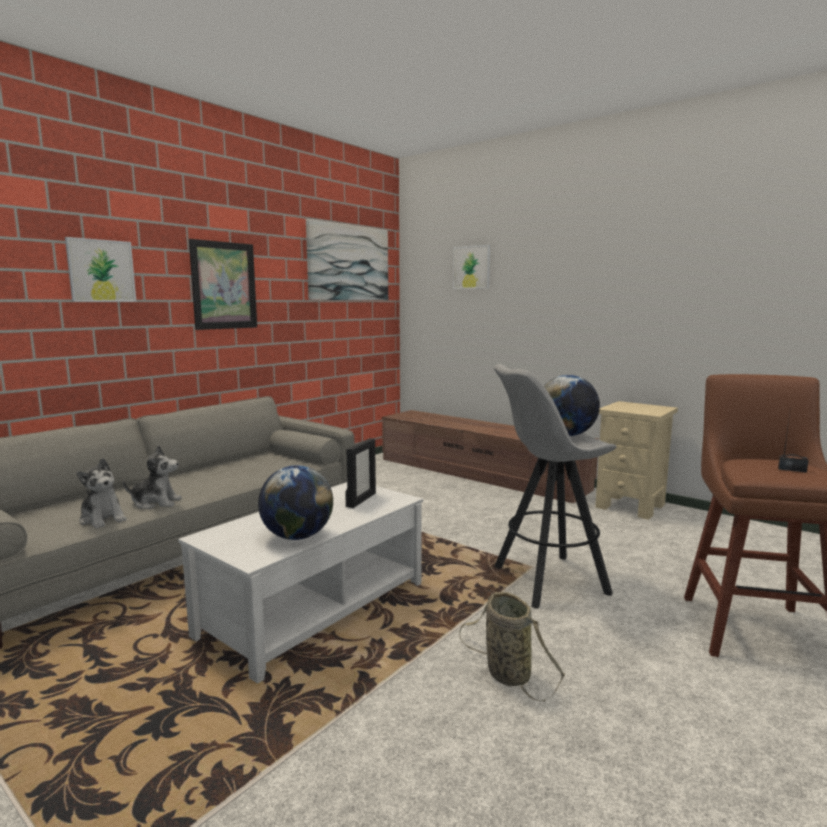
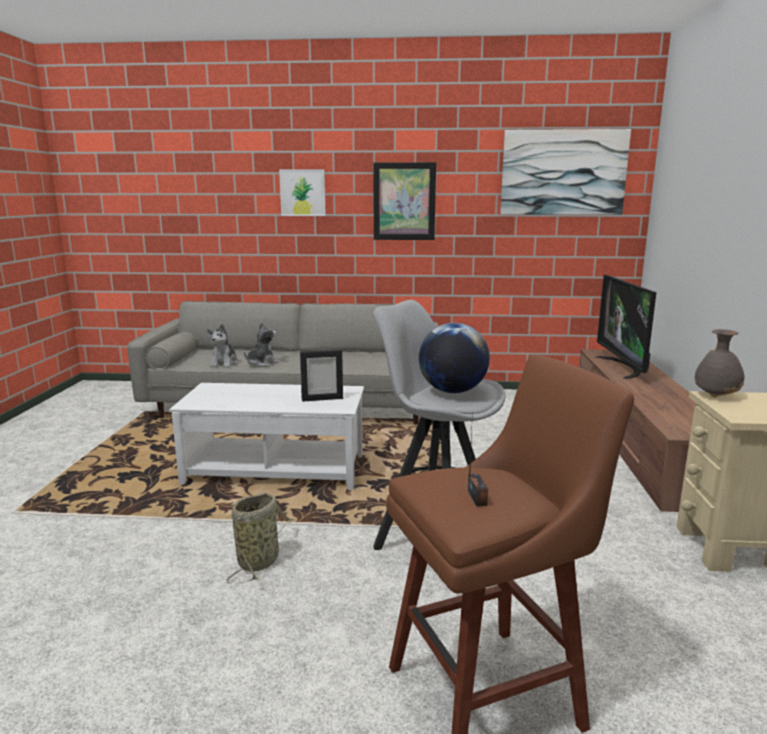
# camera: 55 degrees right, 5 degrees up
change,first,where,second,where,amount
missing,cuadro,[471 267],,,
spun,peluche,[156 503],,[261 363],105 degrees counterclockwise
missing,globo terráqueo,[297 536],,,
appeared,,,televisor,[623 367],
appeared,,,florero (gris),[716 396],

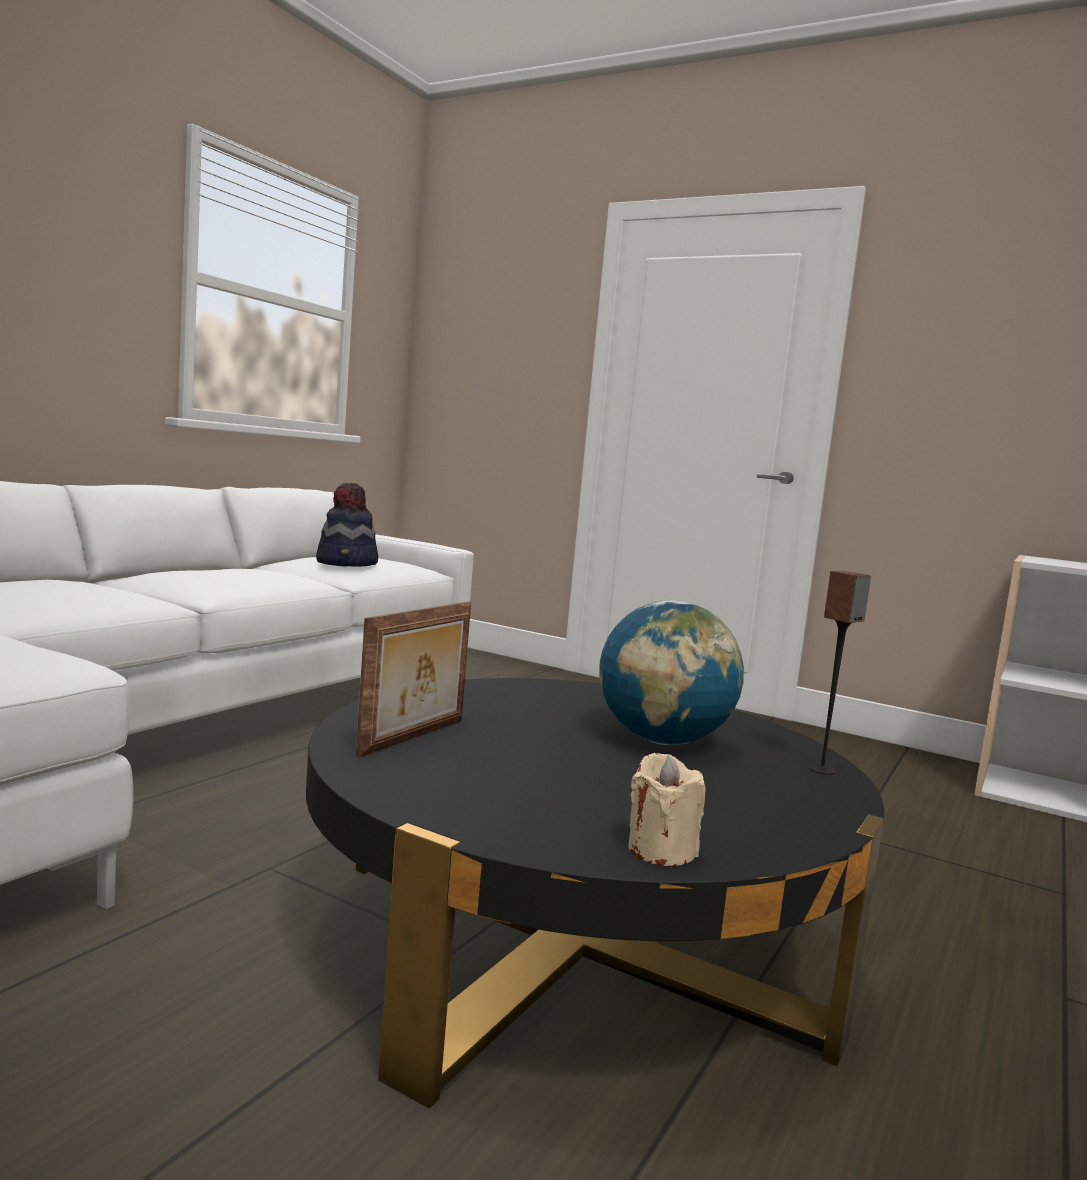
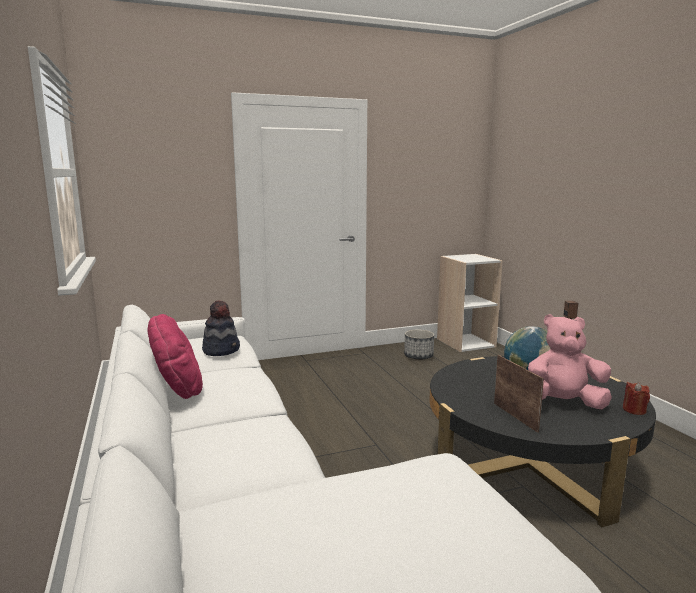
# camera: 50 degrees left, 5 degrees up
change,first,where,second,where,amount
colour,vela (beis),[661 851],vela (rojo),[634 410],
appeared,,,cojín (rosa),[178 393],
appeared,,,peluche (rosa),[562 403],
appeared,,,maceta,[418 356],

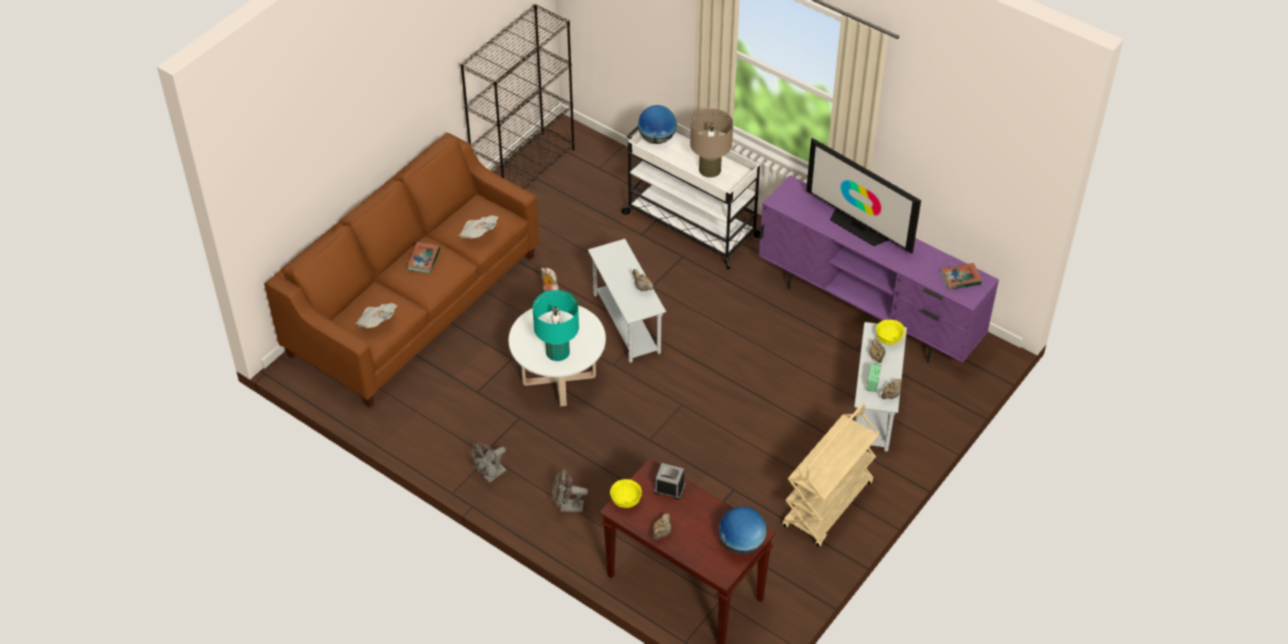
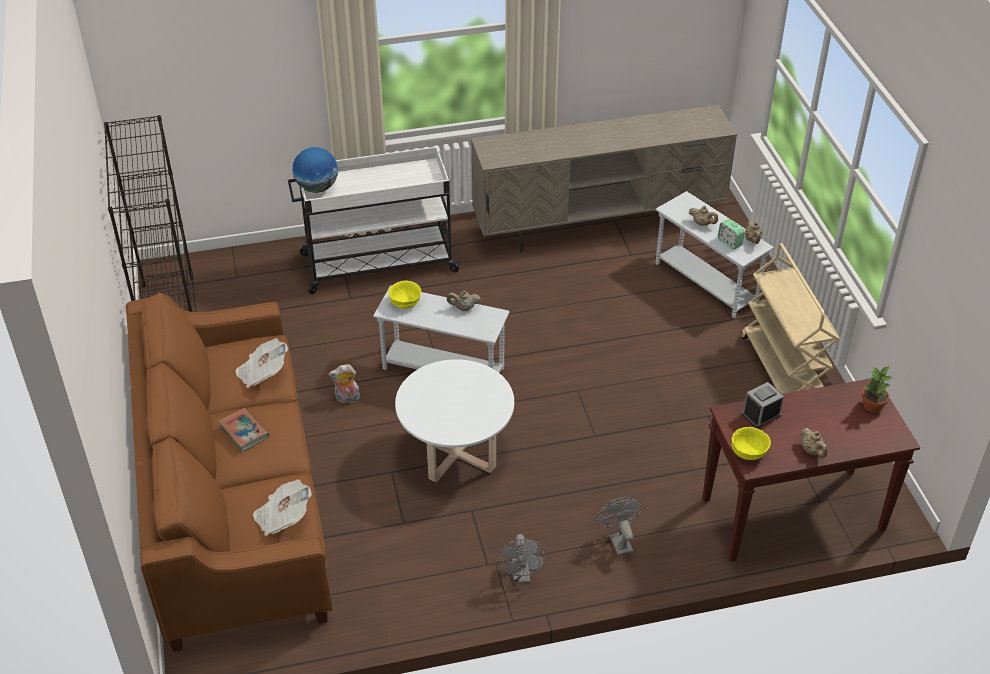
# camera: 50 degrees left, 5 degrees down
change,first,where,second,where,amount
missing,lámpara de mesa (beis),[710 169],,,
missing,televisor,[859 227],,,
colour,mueble de televisión (morado),[869 312],mueble de televisión (beis),[599 225],
missing,libro,[960 278],,,
missing,lámpara de mesa (turquesa),[557 352],,,
relocated,cuenco (amarillo),[889 339],,[405 303],
spun,ventilador (gris),[567 507],,[618 541],120 degrees clockwise
exchanged,globo terráqueo,[741 544],planta en maceta,[872 406],

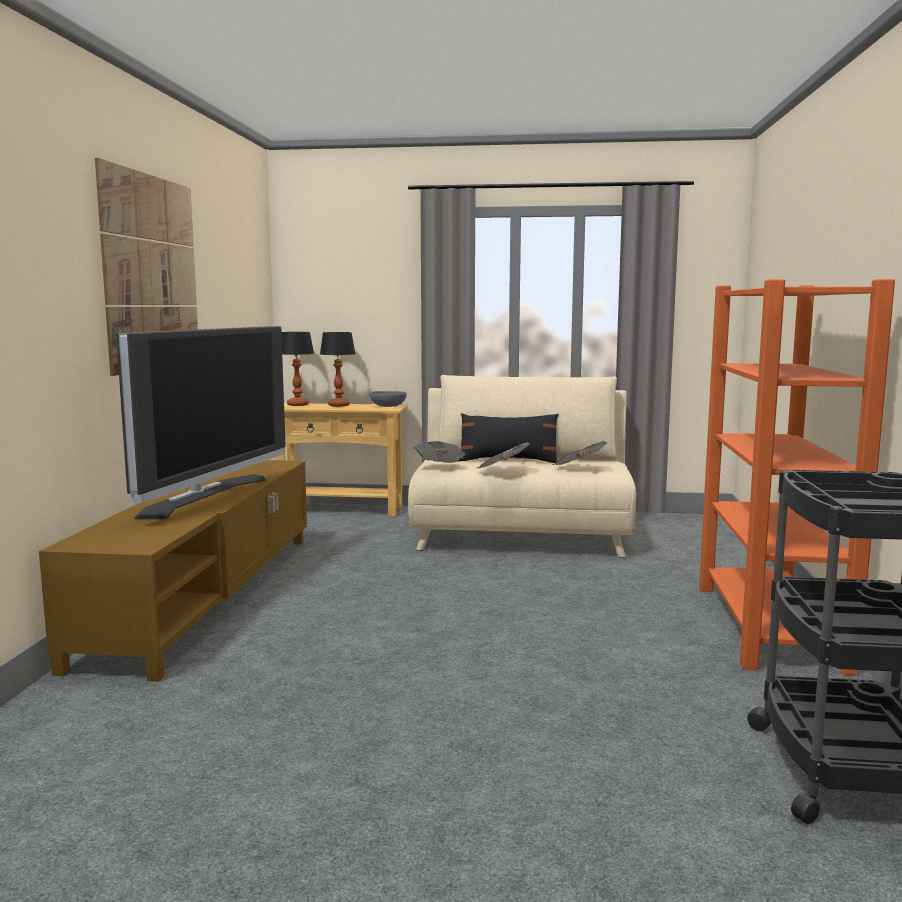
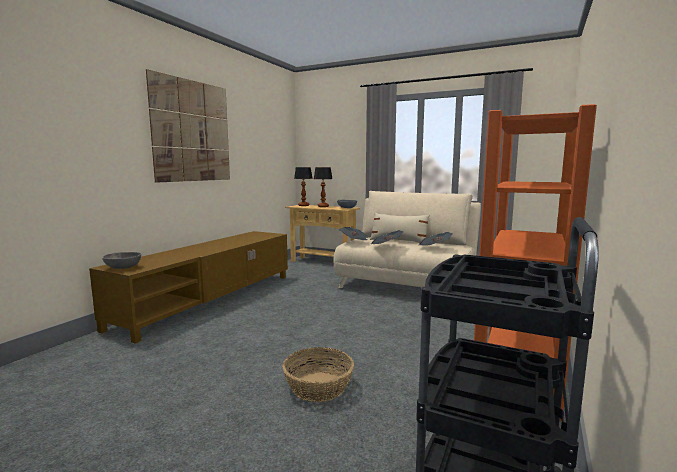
# camera: 20 degrees right, 0 degrees up
change,first,where,second,where,amount
missing,televisor,[206 496],,,
colour,cojín (negro),[508 461],cojín (beis),[398 241],
appeared,,,cuenco (gris),[123 268],
appeared,,,cesta,[319 387],

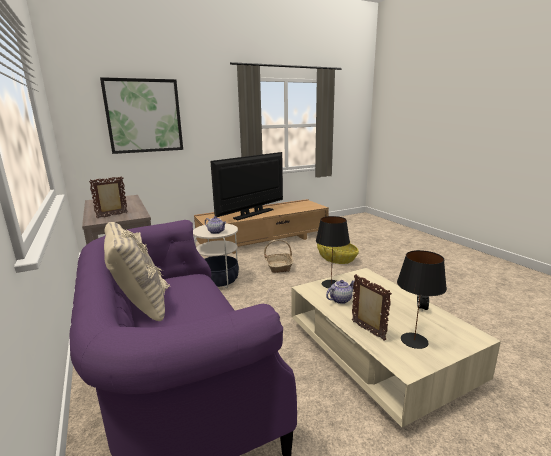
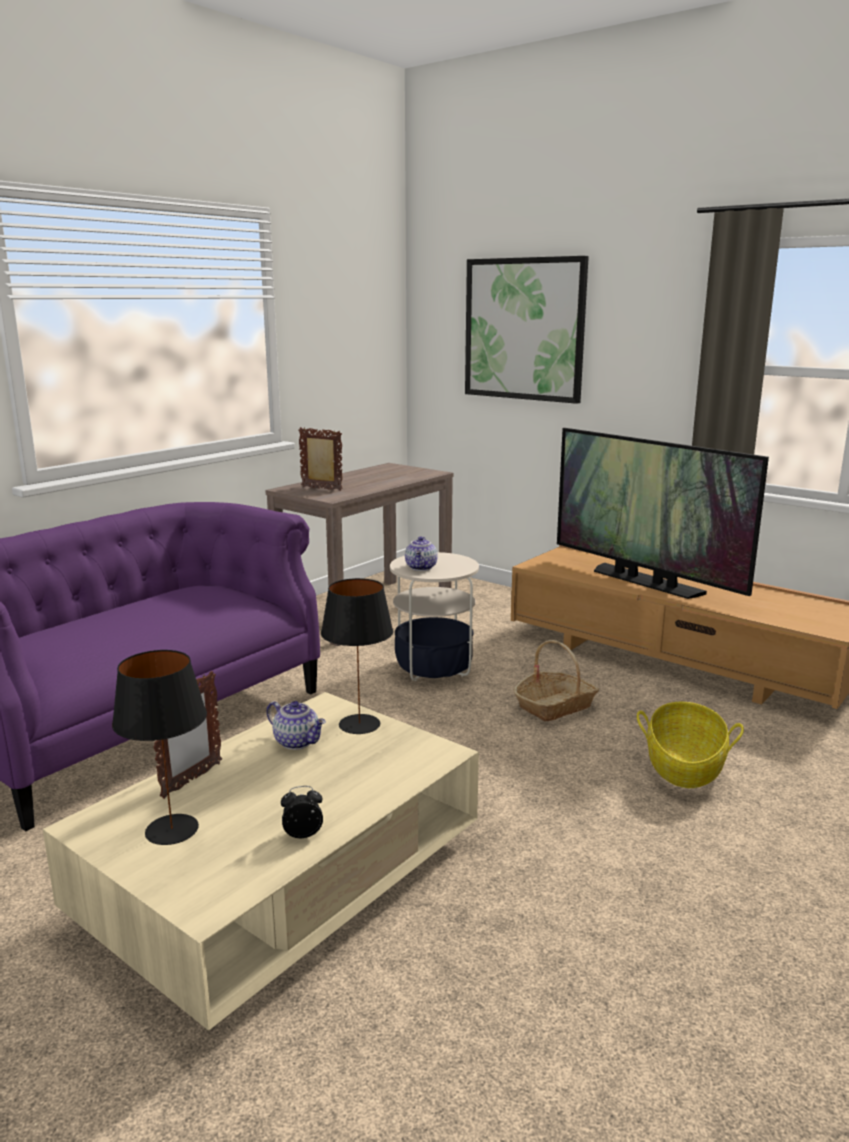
# camera: 65 degrees right, 0 degrees up
change,first,where,second,where,amount
spun,televisor,[253 214],,[645 582],150 degrees counterclockwise
missing,cojín (beis),[142 304],,,

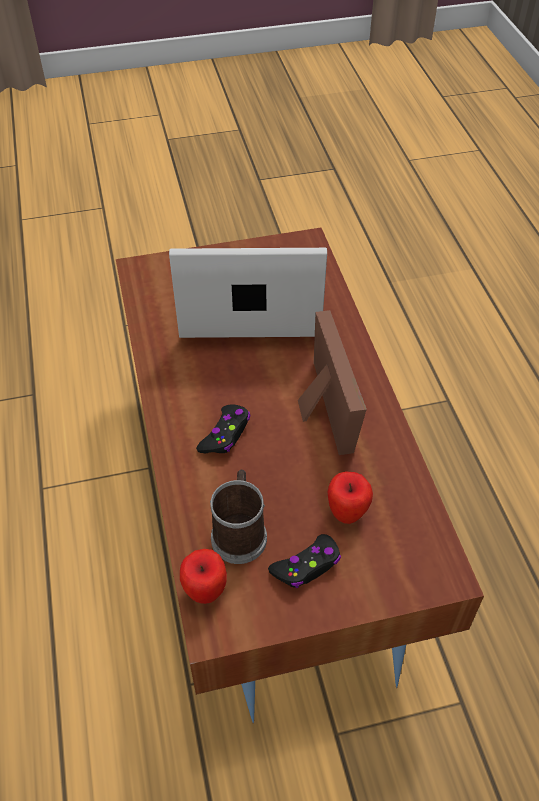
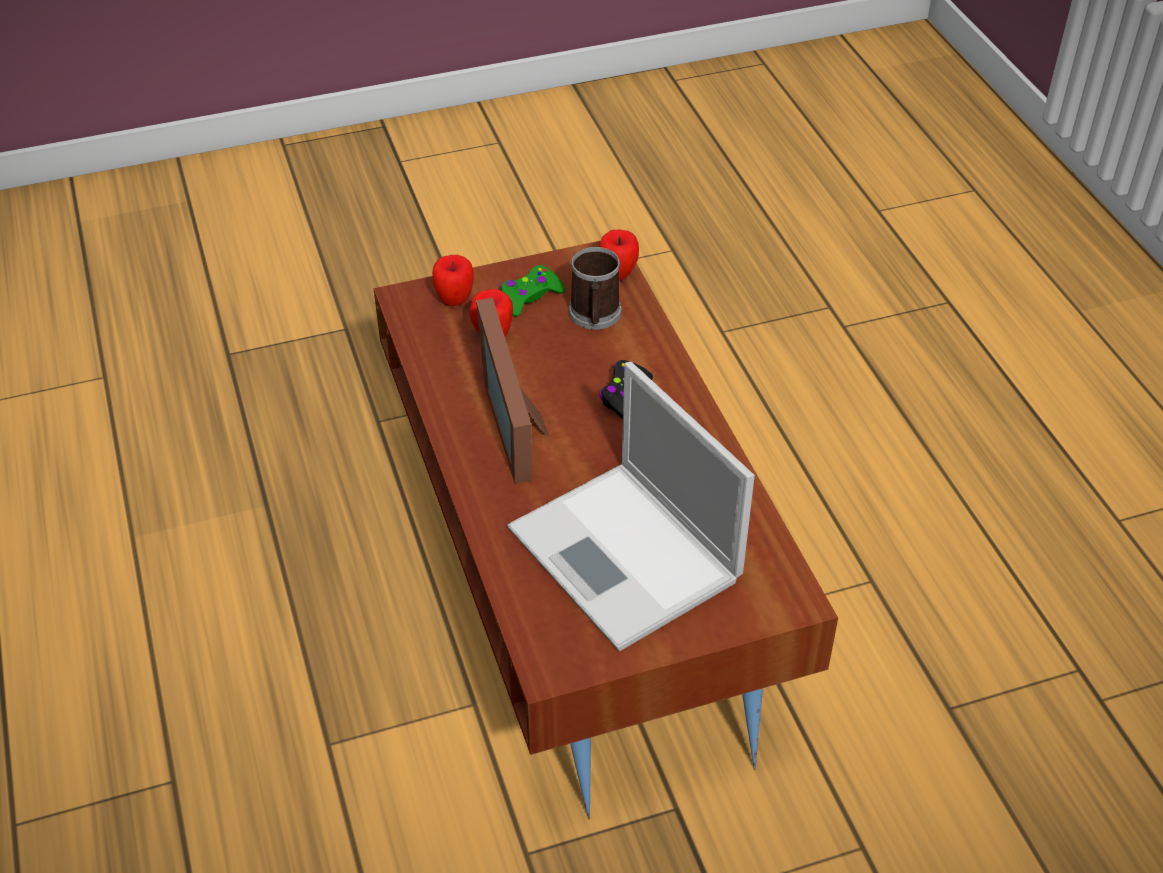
# camera: 175 degrees right, 5 degrees down
change,first,where,second,where,amount
spun,portátil,[247 302],,[627 556],60 degrees clockwise
colour,mando de consola (negro),[307 566],mando de consola (verde),[530 297],
appeared,,,manzana,[454 301],

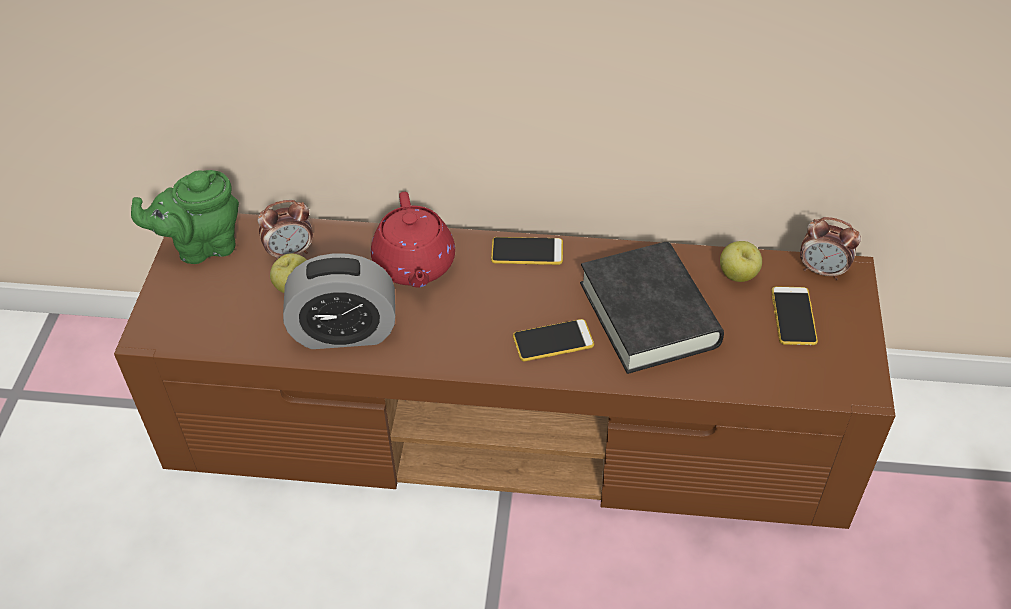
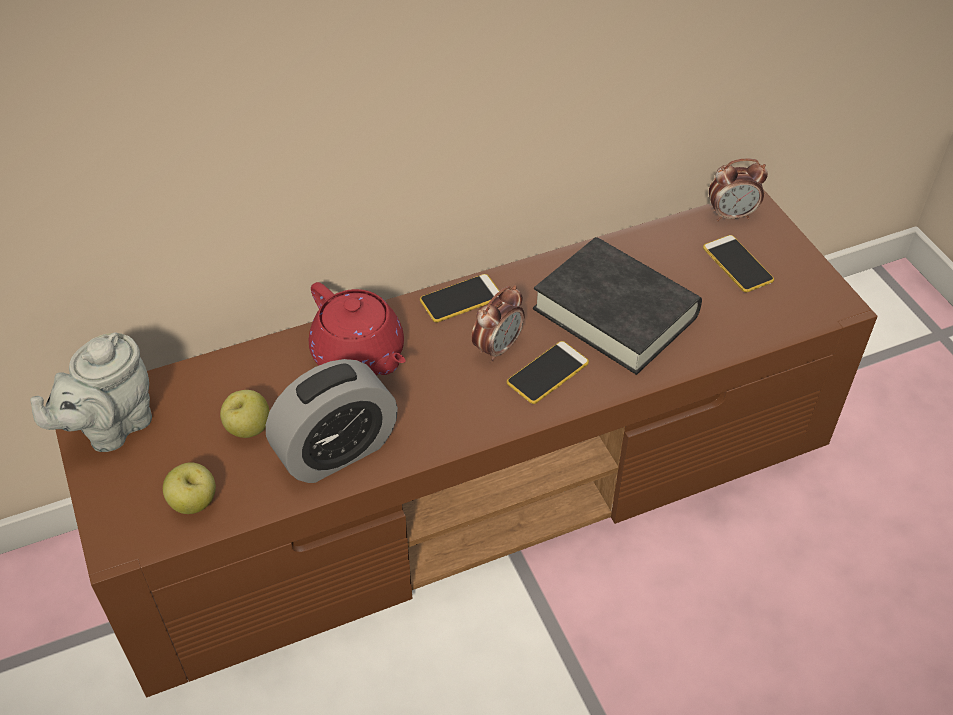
# camera: 30 degrees left, 0 degrees up
change,first,where,second,where,amount
colour,tetera (verde),[202 246],tetera (gris),[111 427],
relocated,despertador,[291 253],,[497 348],
relocated,manzana,[738 275],,[194 503],

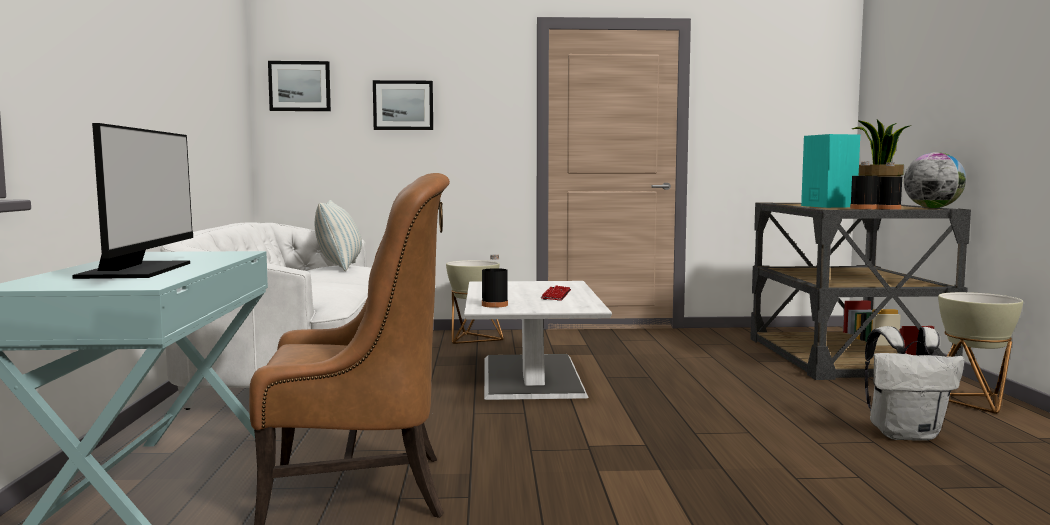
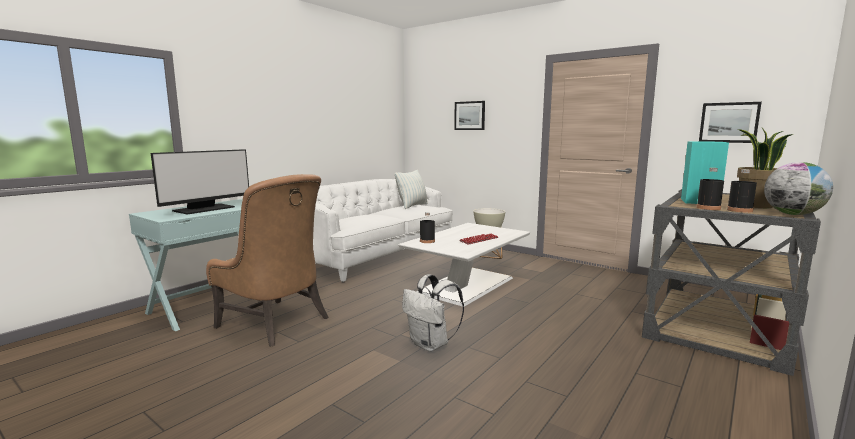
# camera: 40 degrees right, 5 degrees up
change,first,where,second,where,amount
relocated,cuadro,[300 86],,[729 122],
missing,maceta,[973 401],,,
relocated,mochila (blanco),[905 434],,[431 345],

